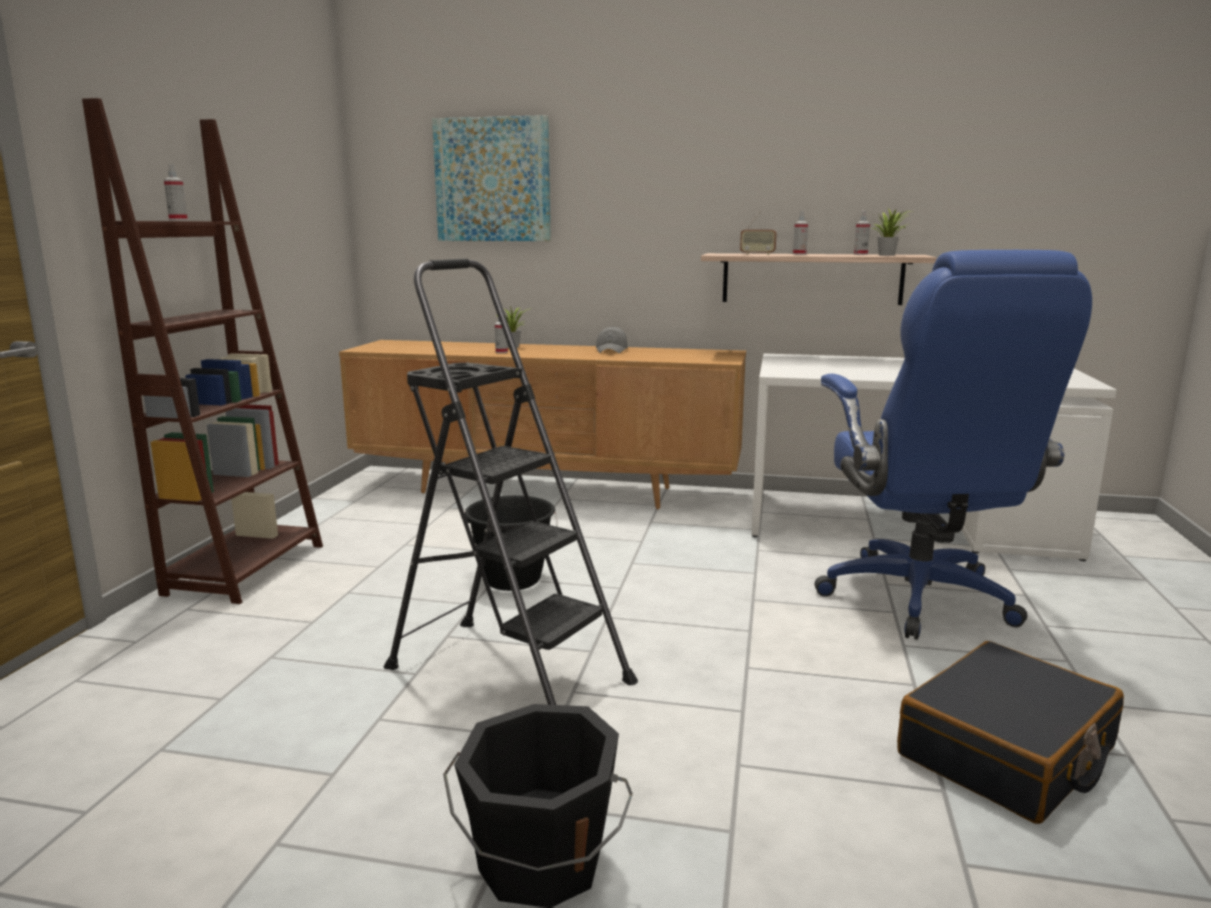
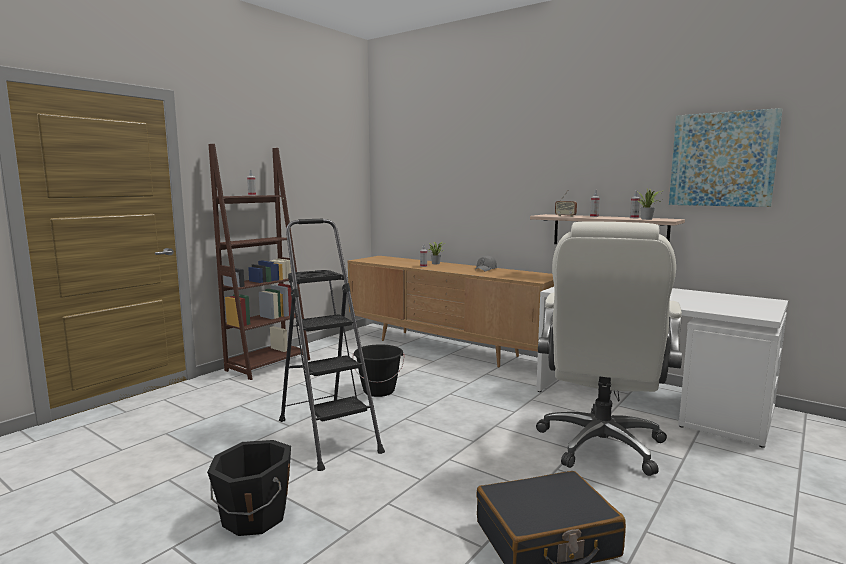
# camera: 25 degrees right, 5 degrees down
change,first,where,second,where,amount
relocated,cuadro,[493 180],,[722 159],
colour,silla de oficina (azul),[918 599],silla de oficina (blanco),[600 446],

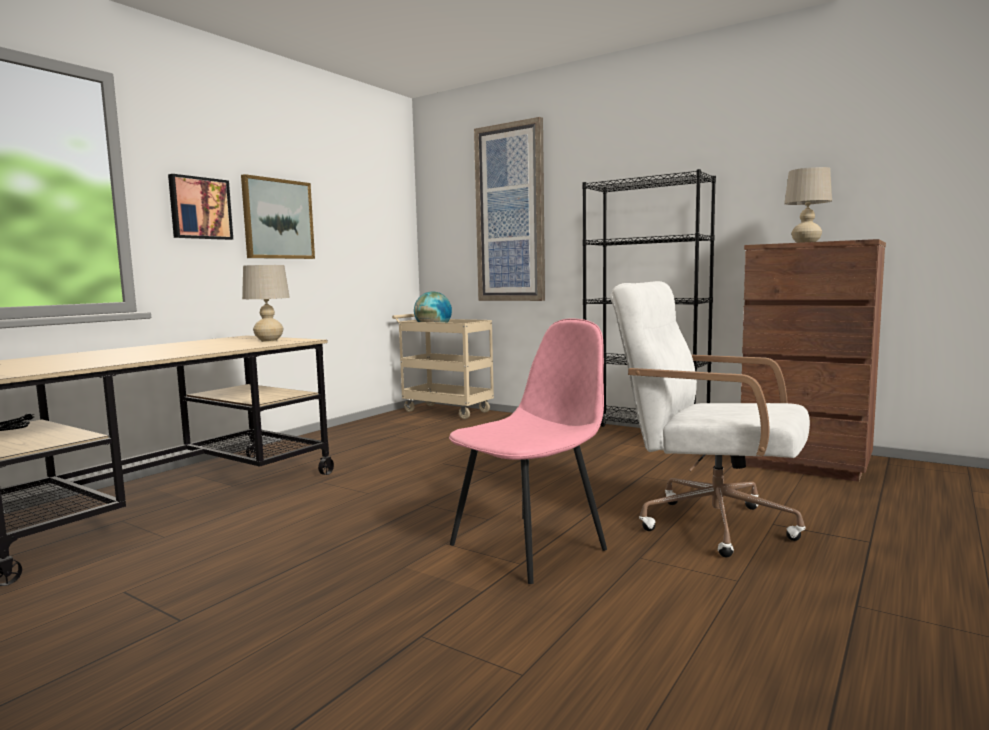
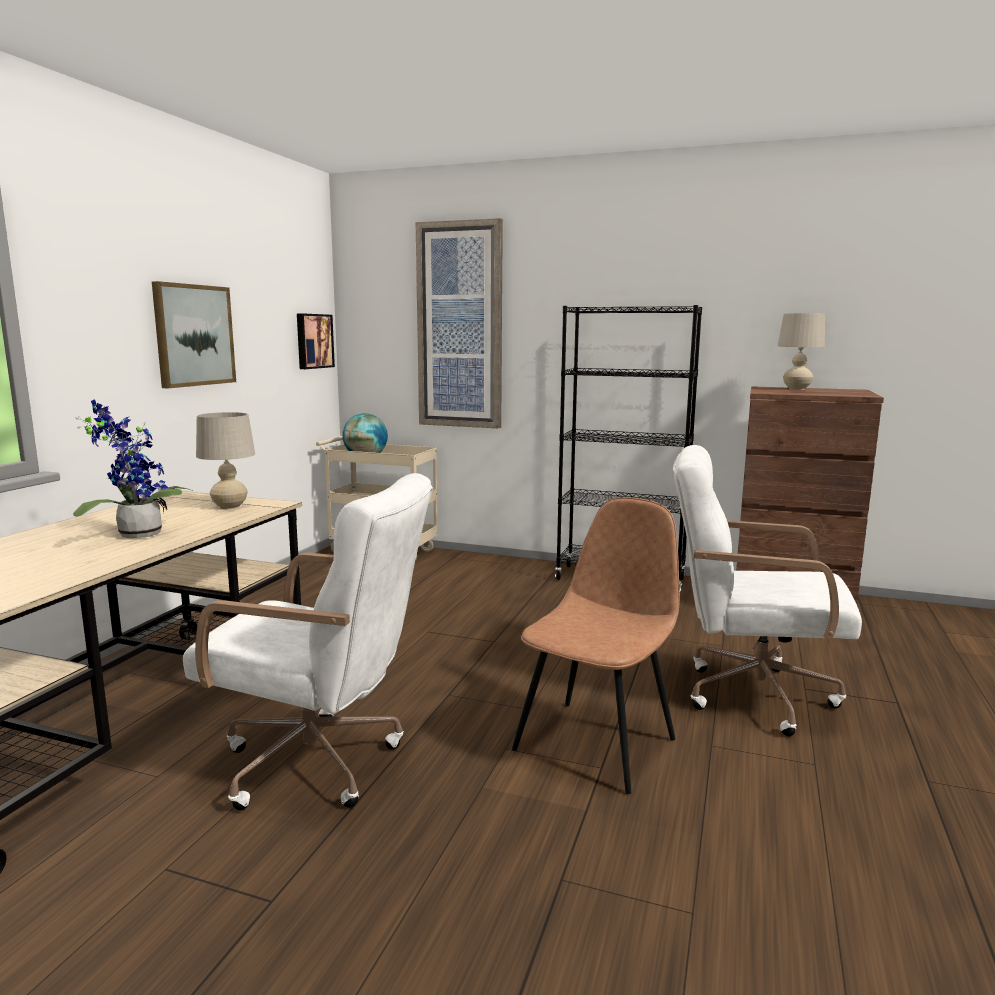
# camera: 15 degrees left, 5 degrees up
change,first,where,second,where,amount
relocated,cuadro,[199 208],,[313 341],
colour,silla (rosa),[530 546],silla (marrón),[597 742],
appeared,,,planta en maceta,[136 534],
appeared,,,silla de oficina (blanco),[320 766],

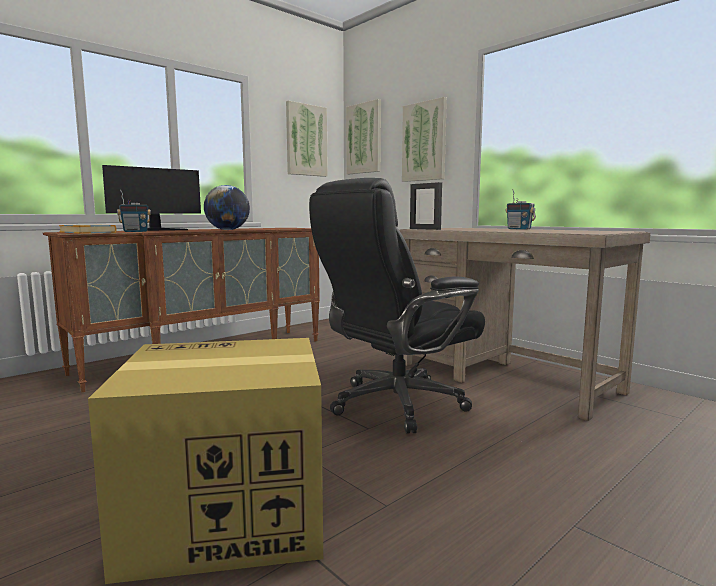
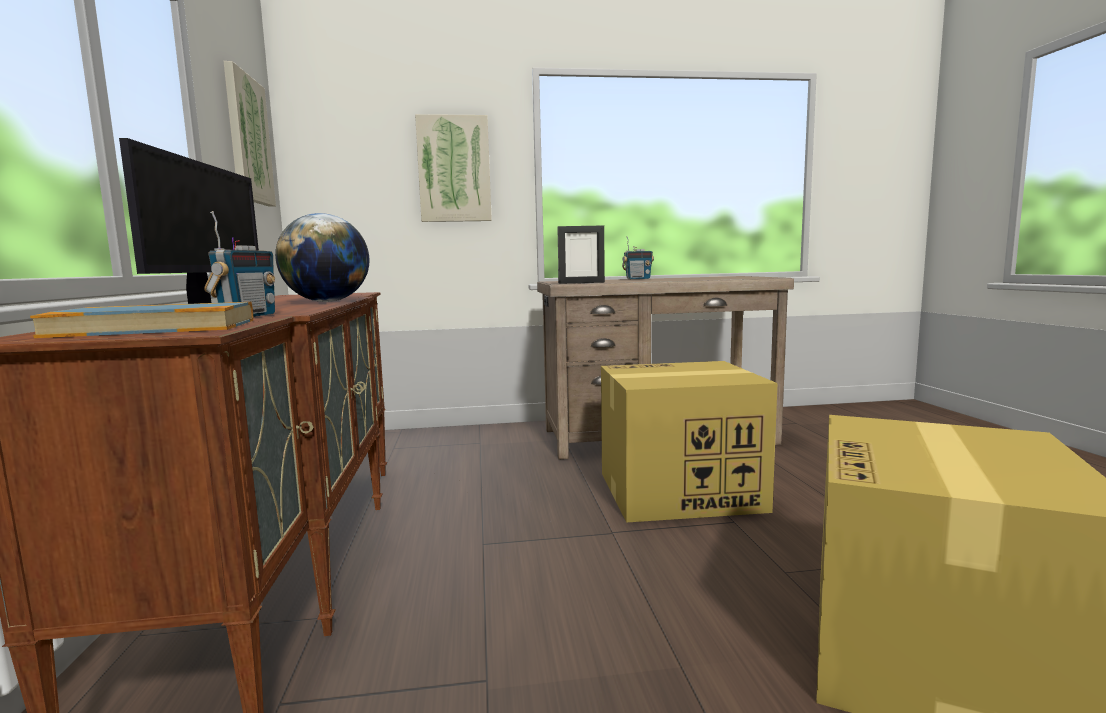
# camera: 55 degrees left, 0 degrees up
change,first,where,second,where,amount
missing,cuadro,[364 138],,,
exchanged,silla de oficina (negro),[397 403],caja de cartón,[677 492],

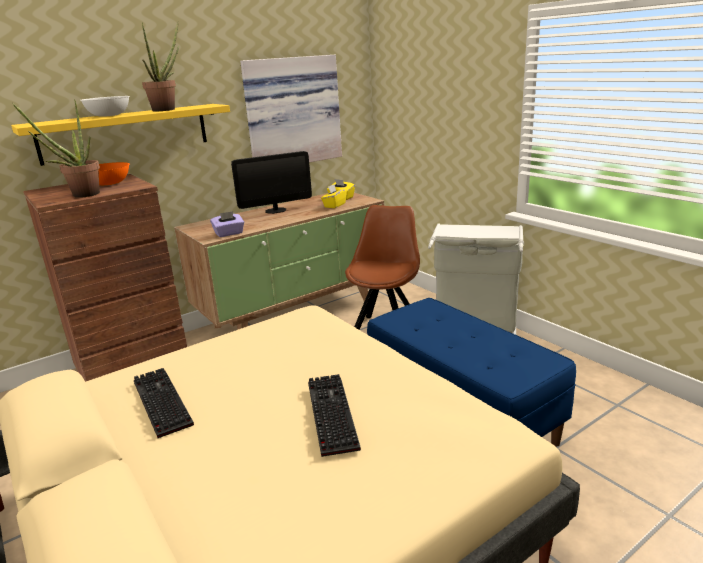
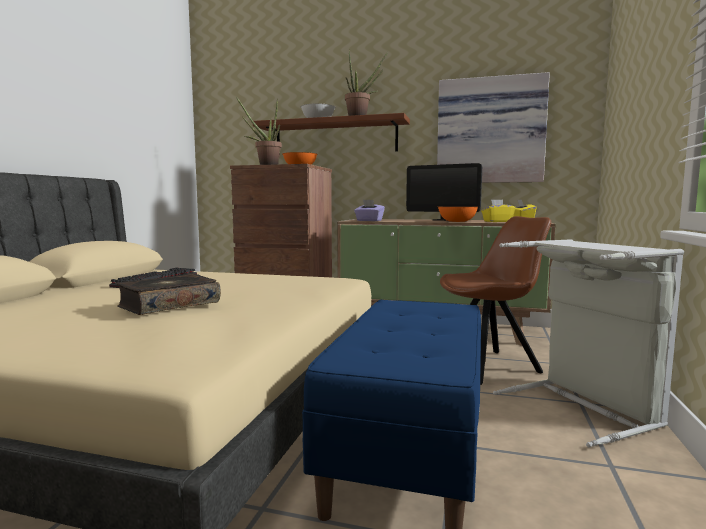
# camera: 50 degrees right, 15 degrees down
change,first,where,second,where,amount
colour,estante (amarillo),[125 133],estante (marrón),[335 138],
exchanged,teclado,[329 414],libro,[169 305],
appeared,,,cuenco (naranja),[457 221],

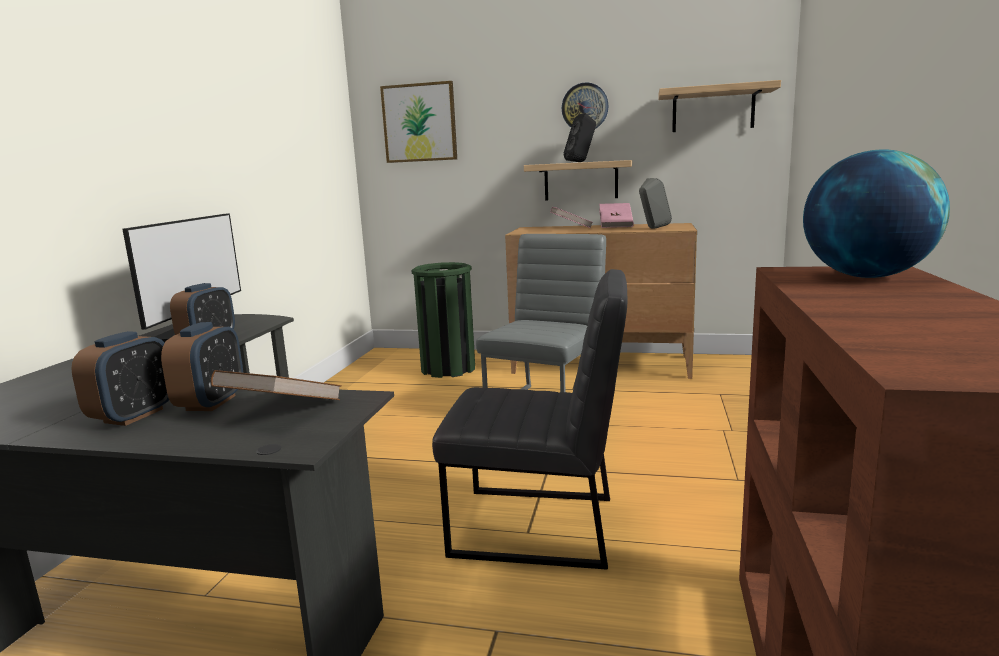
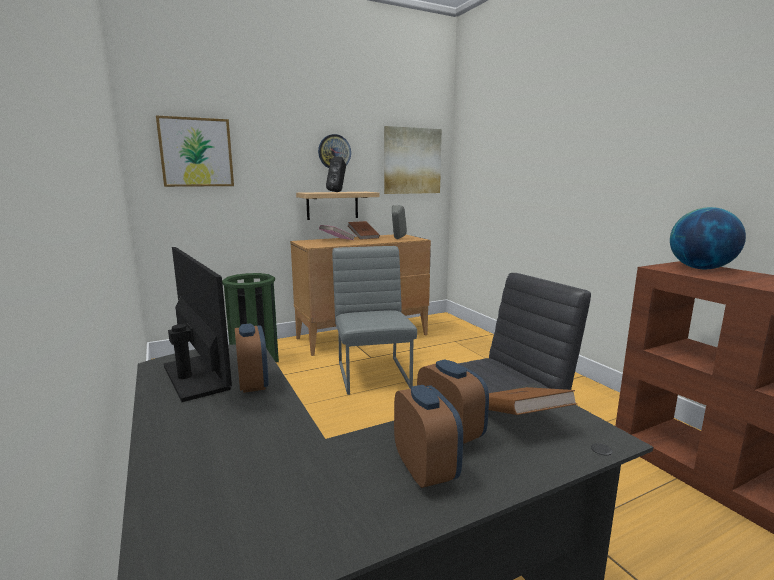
# camera: 40 degrees left, 0 degrees up
change,first,where,second,where,amount
exchanged,estante,[713 109],cuadro,[412 161],
colour,libro (rosa),[616 226],libro (marrón),[363 237],

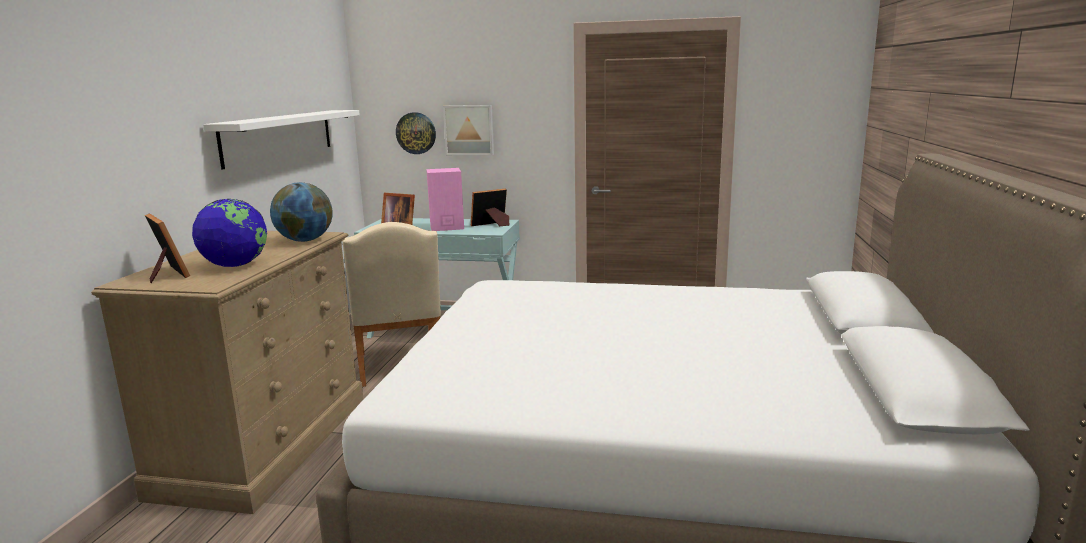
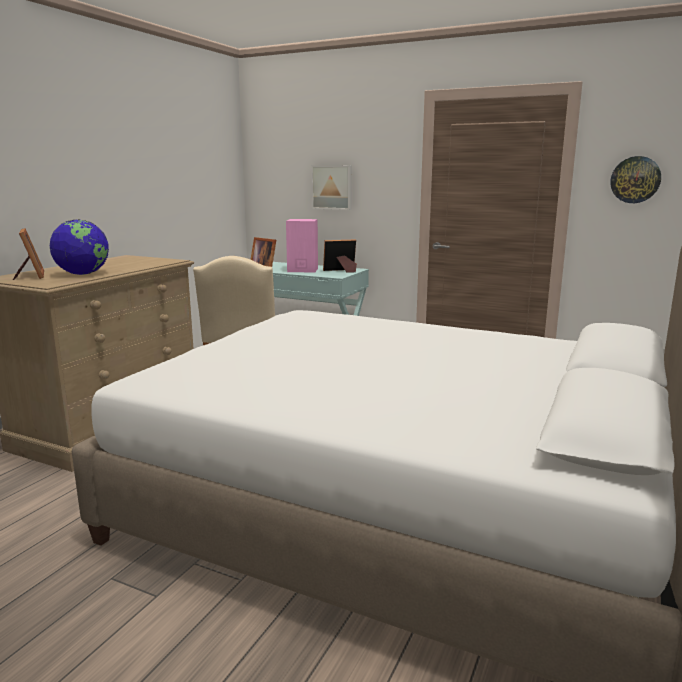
# camera: 15 degrees right, 0 degrees up
change,first,where,second,where,amount
missing,estante (blanco),[279 136],,,
relocated,reloj de pared,[416 133],,[635 179],
missing,globo terráqueo,[305 240],,,

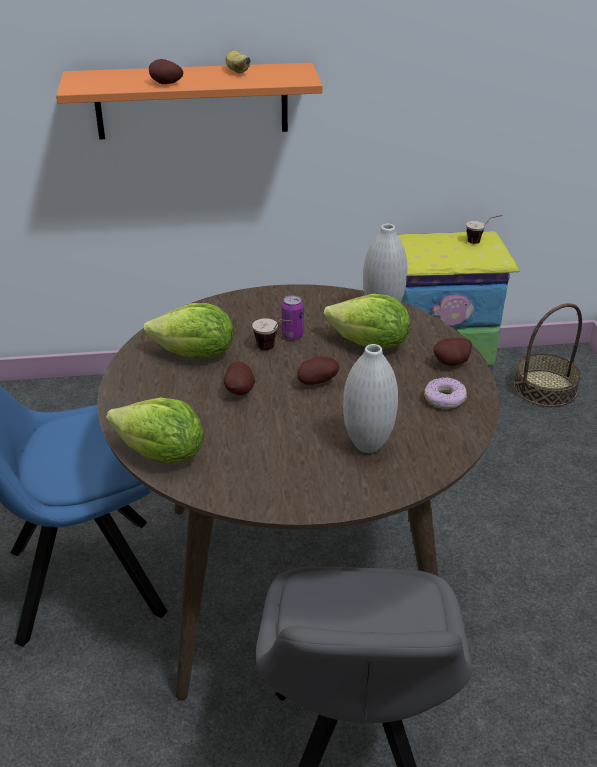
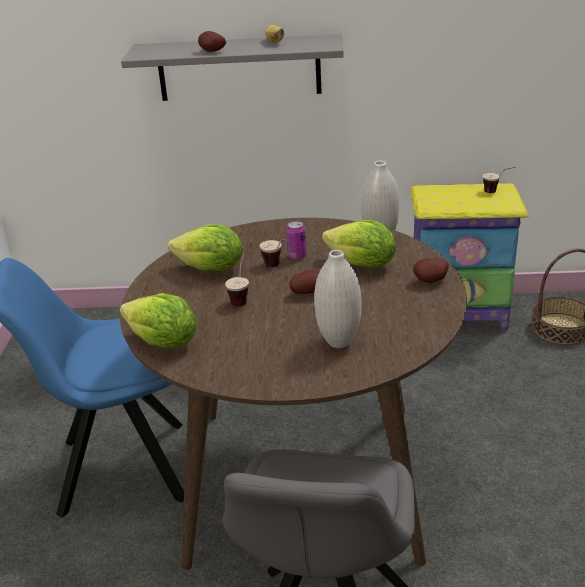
# camera: 10 degrees right, 5 degrees down
change,first,where,second,where,amount
colour,estante (naranja),[192 101],estante (gris),[239 68],
exchanged,patata,[240 391],taza,[241 297],
missing,rosquilla,[445 399],,,

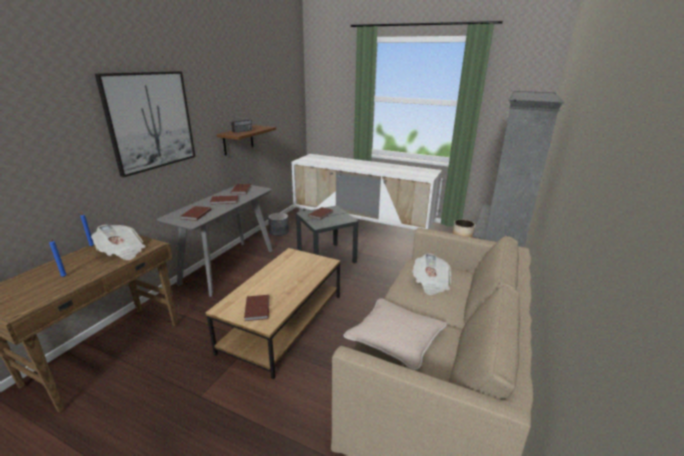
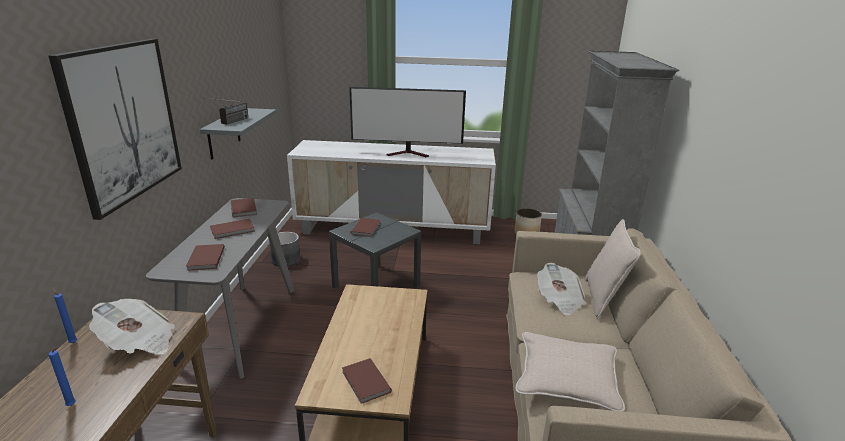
# camera: 20 degrees left, 0 degrees up
change,first,where,second,where,amount
colour,estante (marrón),[238 140],estante (gris),[223 133],
appeared,,,televisor,[409 154],
appeared,,,cojín (beis),[603 299],

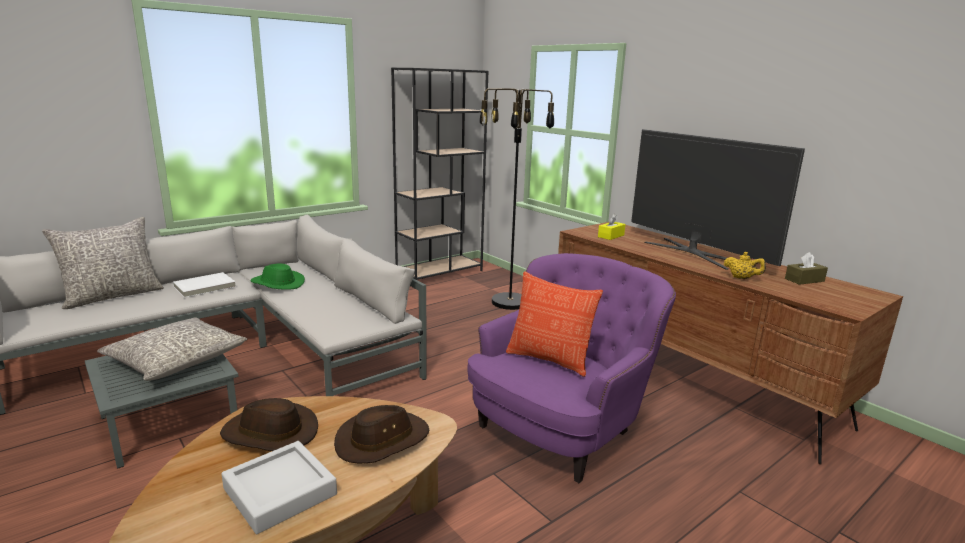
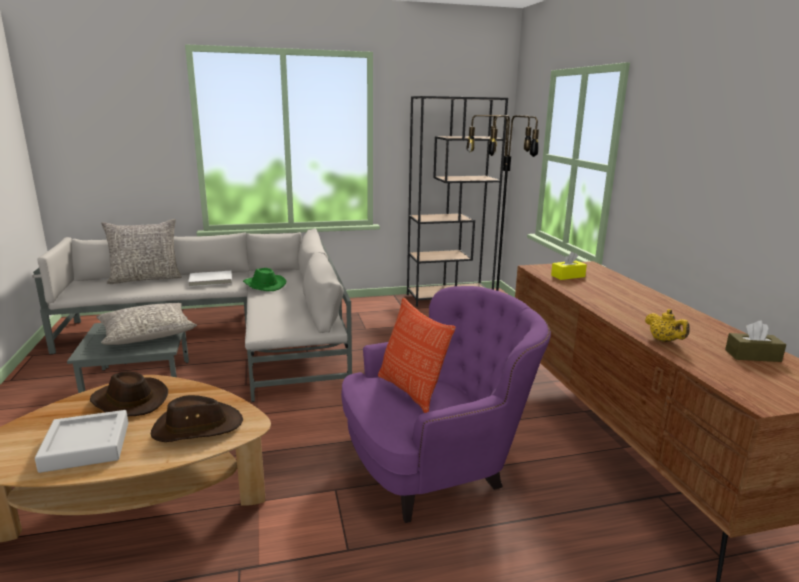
# camera: 25 degrees right, 0 degrees up
change,first,where,second,where,amount
missing,televisor,[694 253],,,

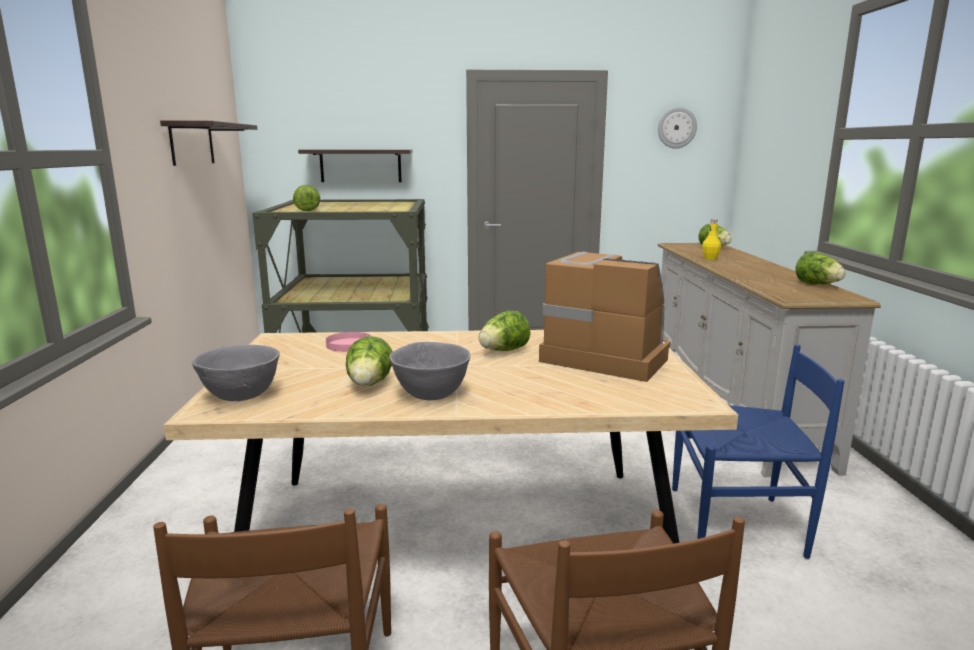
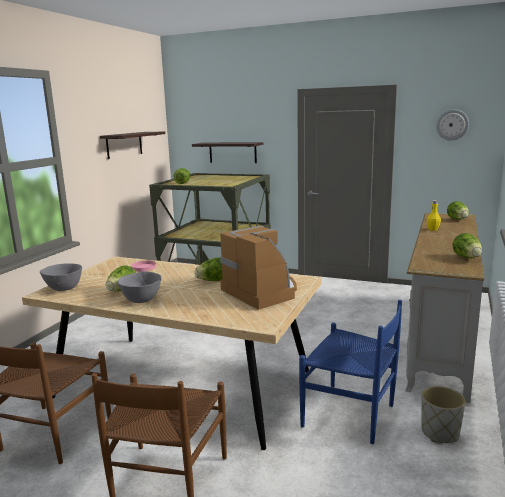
# camera: 25 degrees right, 0 degrees up
change,first,where,second,where,amount
appeared,,,maceta (gris),[440 433],

